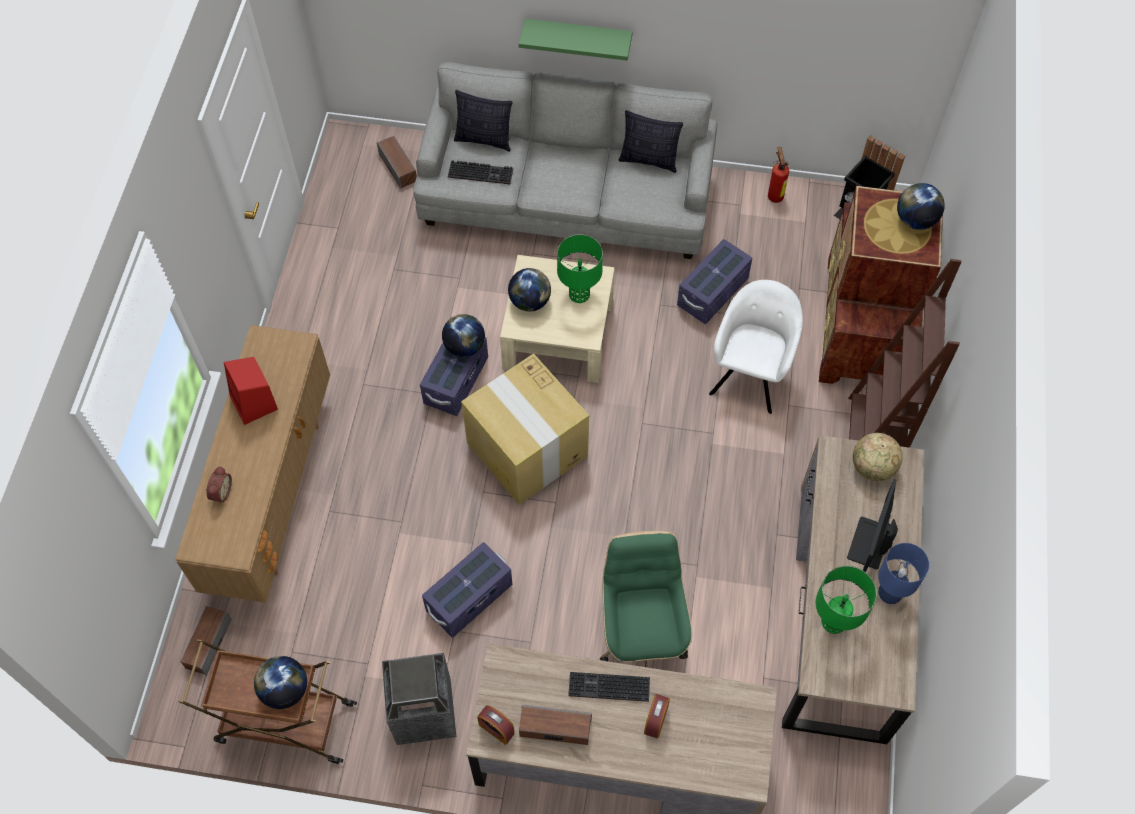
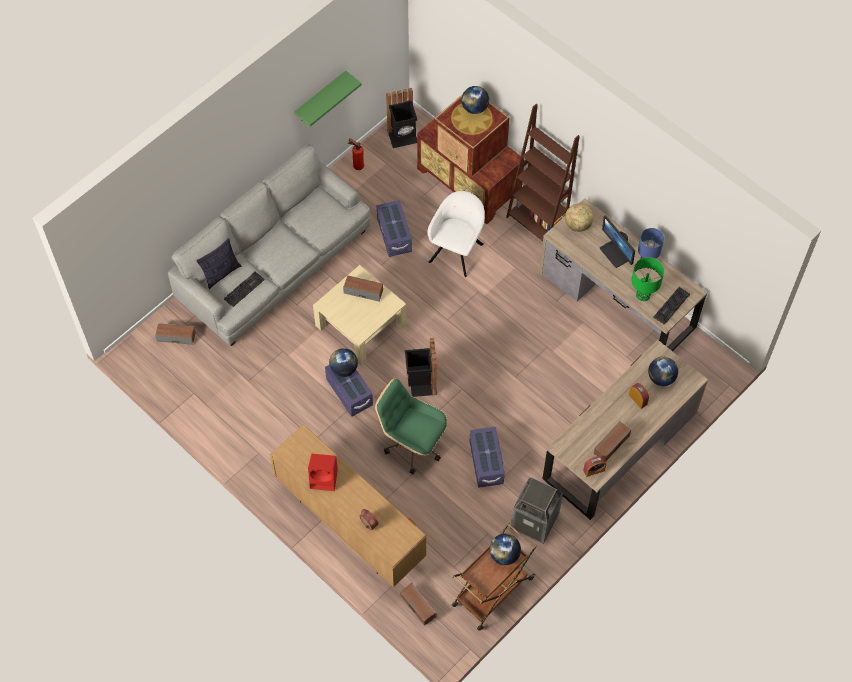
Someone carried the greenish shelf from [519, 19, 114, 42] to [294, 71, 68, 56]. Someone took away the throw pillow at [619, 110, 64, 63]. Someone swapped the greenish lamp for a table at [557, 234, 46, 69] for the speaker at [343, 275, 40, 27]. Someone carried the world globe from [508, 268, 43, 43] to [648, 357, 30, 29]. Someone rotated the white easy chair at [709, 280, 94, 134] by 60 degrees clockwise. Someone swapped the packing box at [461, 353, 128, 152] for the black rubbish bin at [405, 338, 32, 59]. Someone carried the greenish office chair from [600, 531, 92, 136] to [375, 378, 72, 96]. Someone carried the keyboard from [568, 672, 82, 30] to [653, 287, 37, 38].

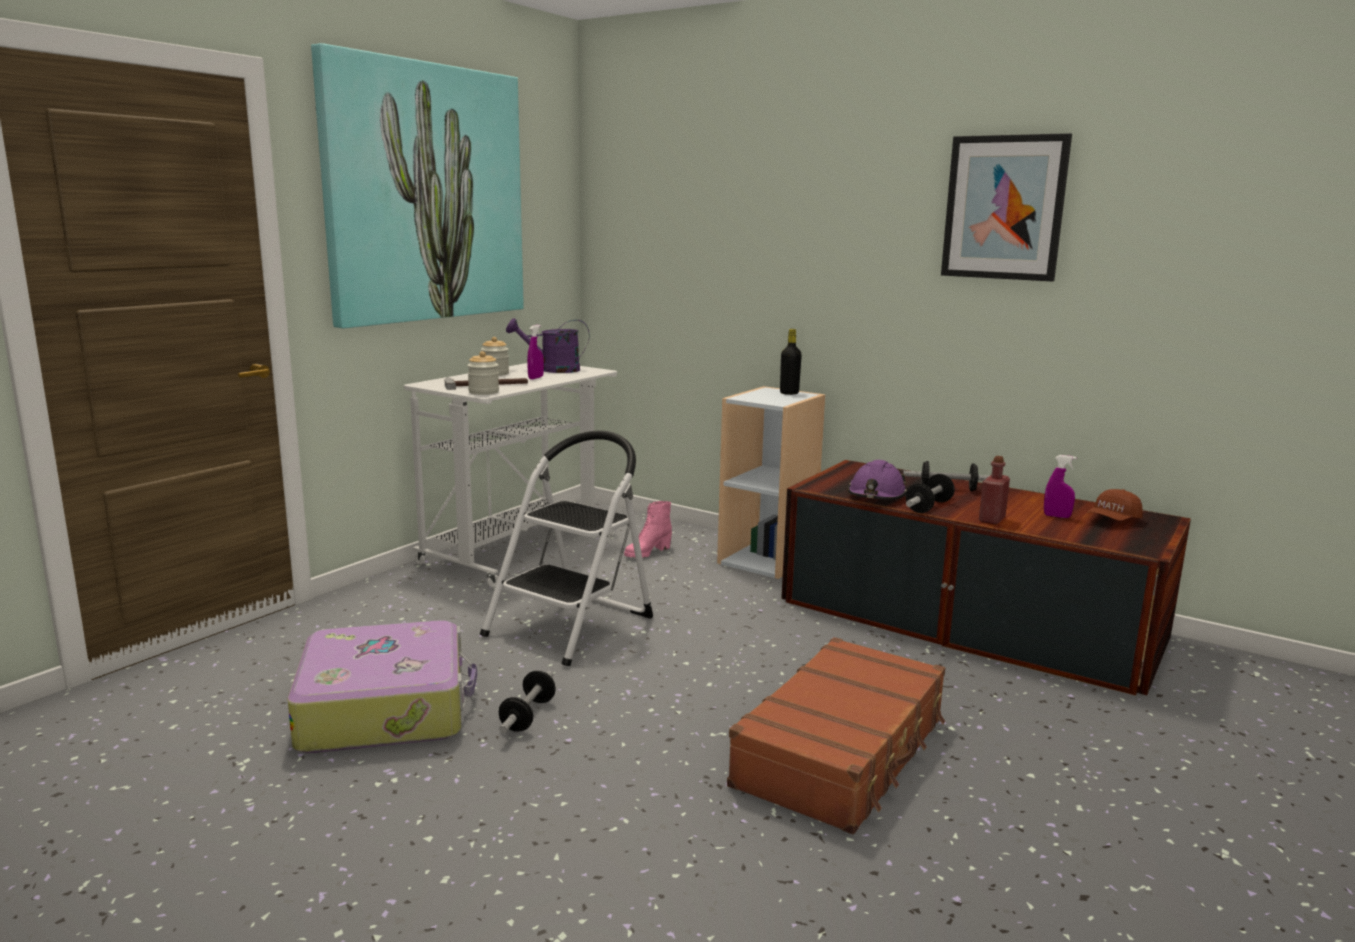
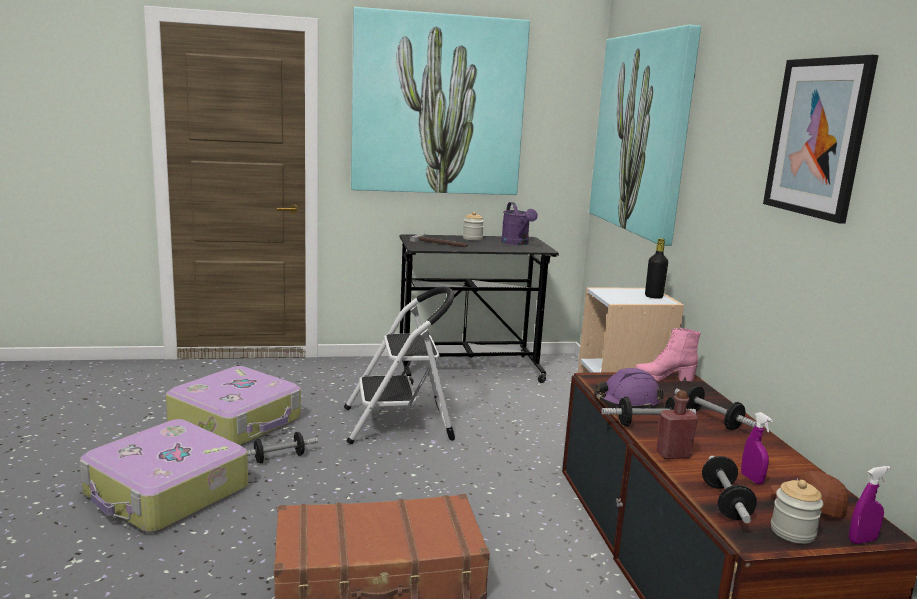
Someone rotated the purplish watering can at [506, 318, 83, 55] by 150 degrees counterclockwise. Someone carried the purplish hand sprayer from [527, 325, 17, 54] to [849, 466, 42, 78]. Someone carried the preserve jar from [467, 351, 32, 44] to [771, 480, 52, 64]. Someone repainted the white desk at [404, 363, 213, 224], which became the black desk at [400, 234, 159, 150]. Someone carried the pink boot from [624, 501, 48, 57] to [635, 328, 66, 54]. Someone put up the wall art at [589, 25, 112, 221]. Someone put down the travel case at [80, 419, 168, 114]. Someone put down the free weight at [702, 456, 55, 67].

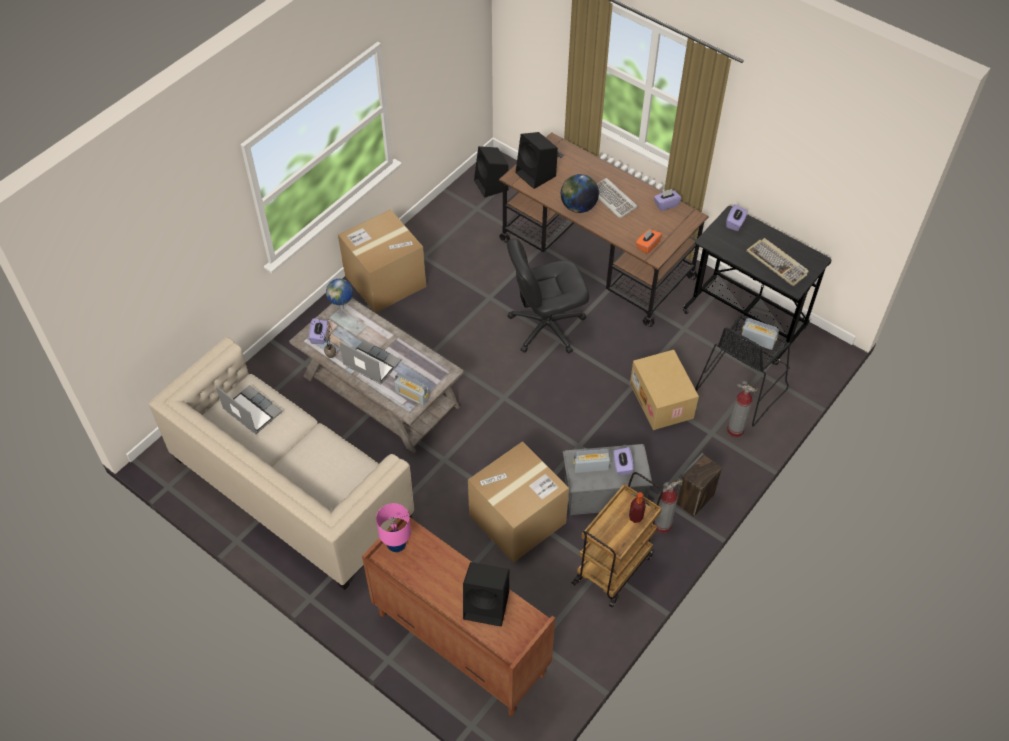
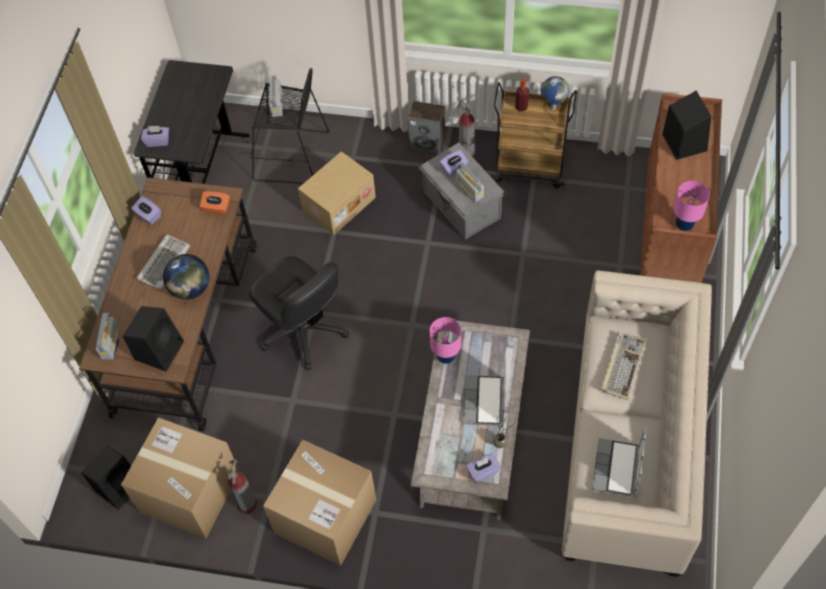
Someone carried the keyboard from [746, 238, 63, 48] to [600, 332, 46, 68]. Someone carried the world globe from [326, 279, 27, 31] to [541, 76, 28, 34]. Someone carried the radio from [394, 373, 35, 33] to [96, 313, 23, 46]. Someone carried the extinguisher from [727, 381, 31, 56] to [227, 459, 30, 55]. Someone carried the packing box from [468, 441, 101, 122] to [121, 417, 118, 122]. Someone put down the pink lamp for a table at [430, 317, 31, 47].

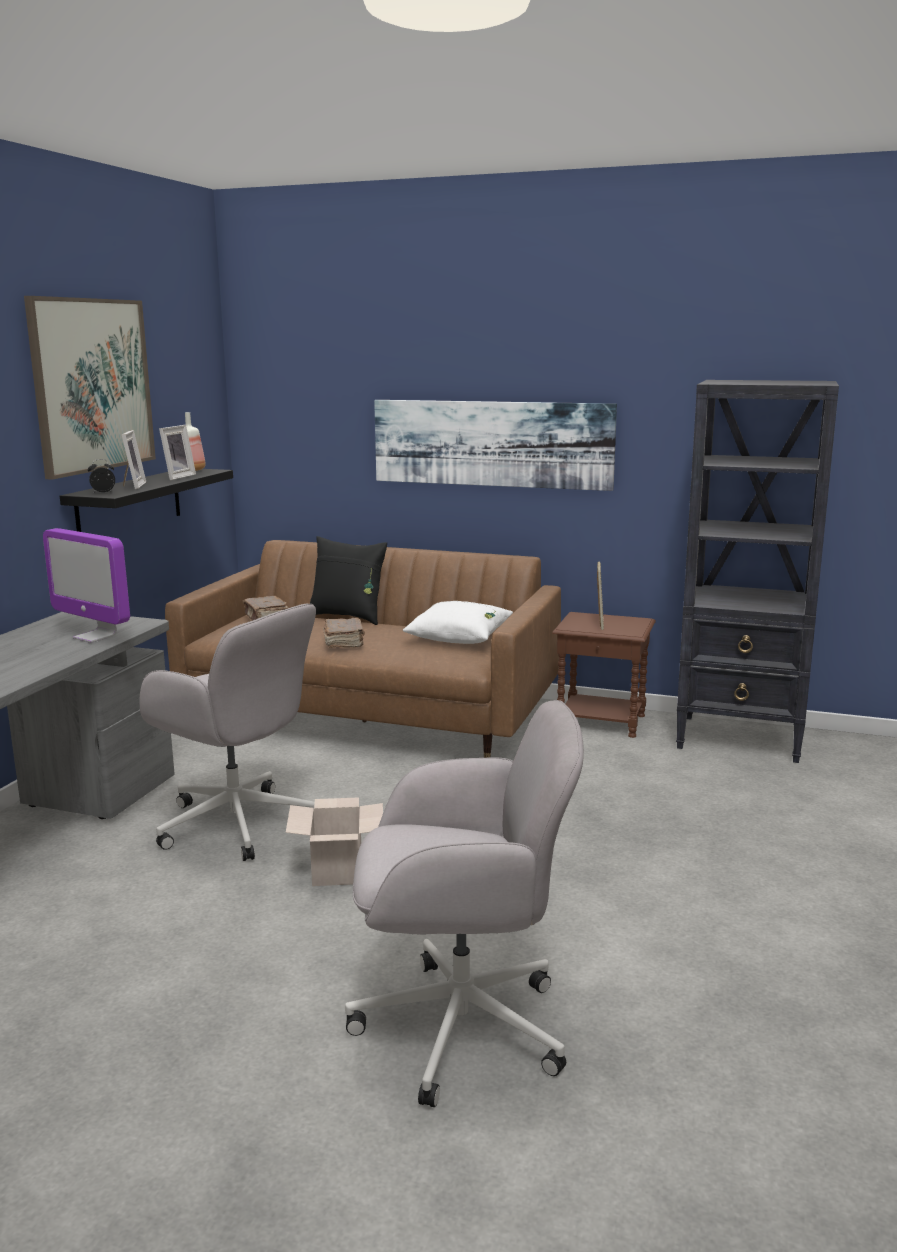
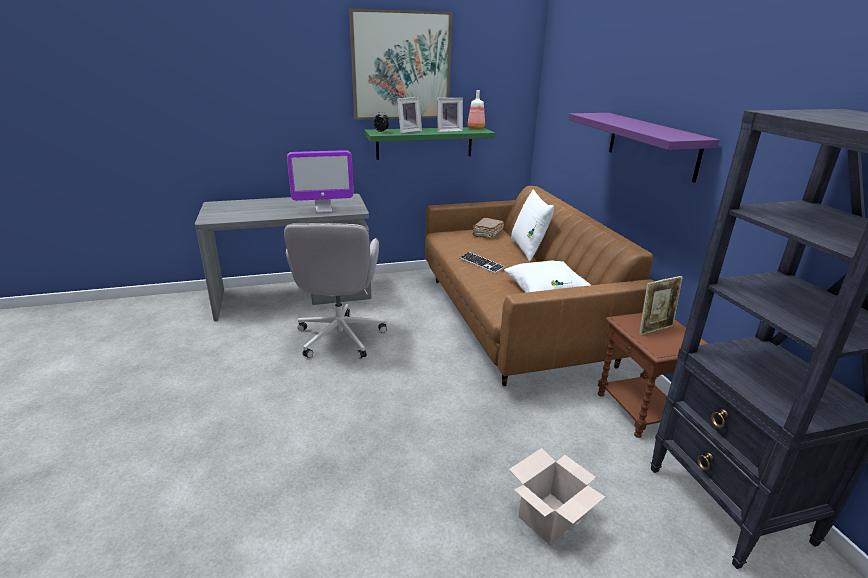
Someone swapped the wall art at [374, 400, 243, 91] for the purplish shelf at [569, 113, 151, 70]. Someone repainted the black shelf at [60, 469, 173, 63], which became the greenish shelf at [364, 127, 131, 33]. Someone rotated the computer display at [43, 528, 87, 115] by 105 degrees counterclockwise. Someone repainted the black throw pillow at [310, 536, 77, 89], which became the white throw pillow at [511, 190, 43, 71]. Someone swapped the brownish bound book at [323, 618, 42, 30] for the keyboard at [459, 252, 46, 21]. Someone took away the grey office chair at [345, 700, 239, 407]. Someone carried the packing box from [286, 797, 97, 89] to [509, 448, 96, 97].

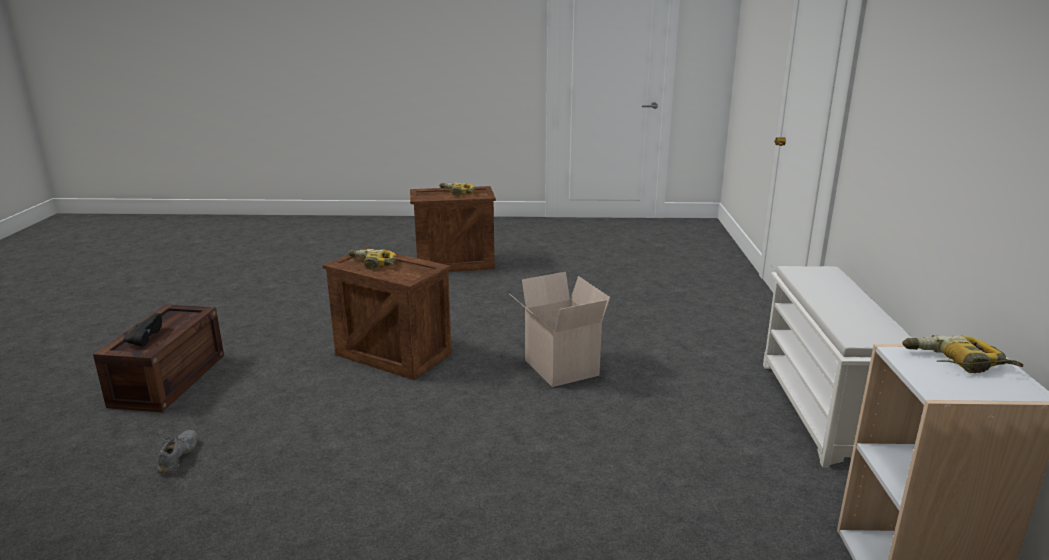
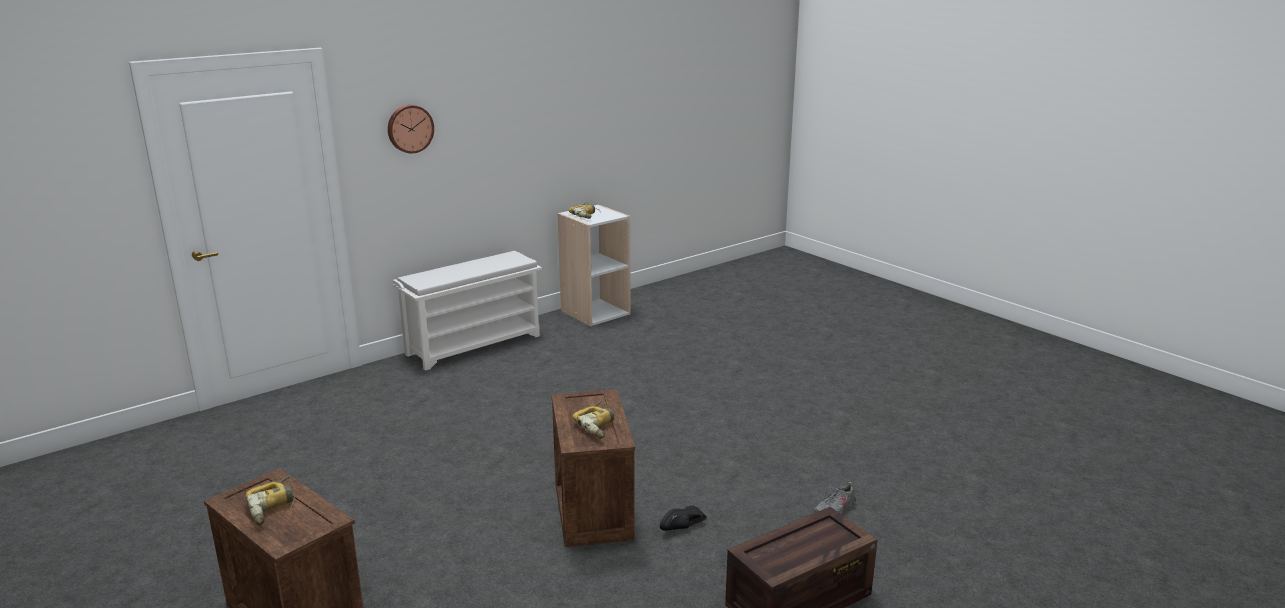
Someone took away the packing box at [510, 272, 100, 115]. Someone carried the black shoe from [123, 313, 39, 34] to [660, 505, 47, 26]. Someone put up the wall clock at [388, 105, 46, 48].

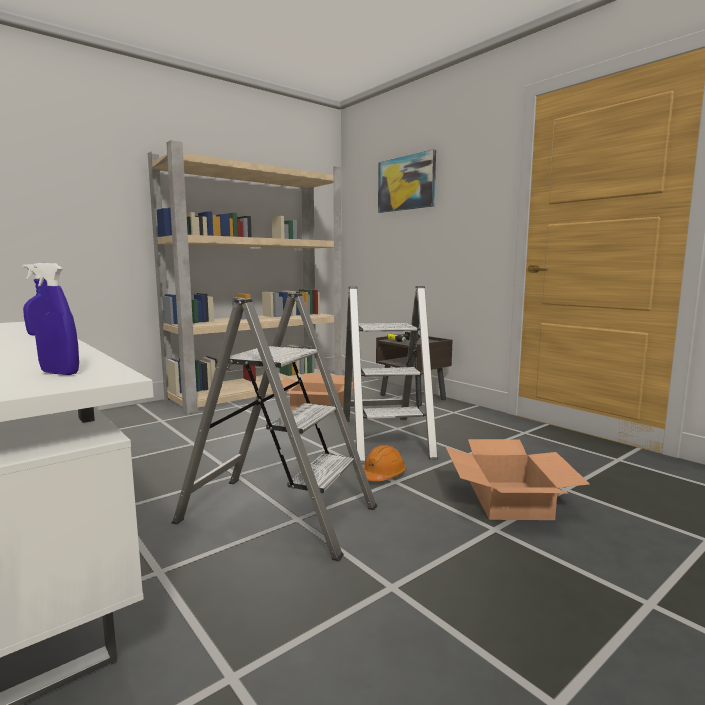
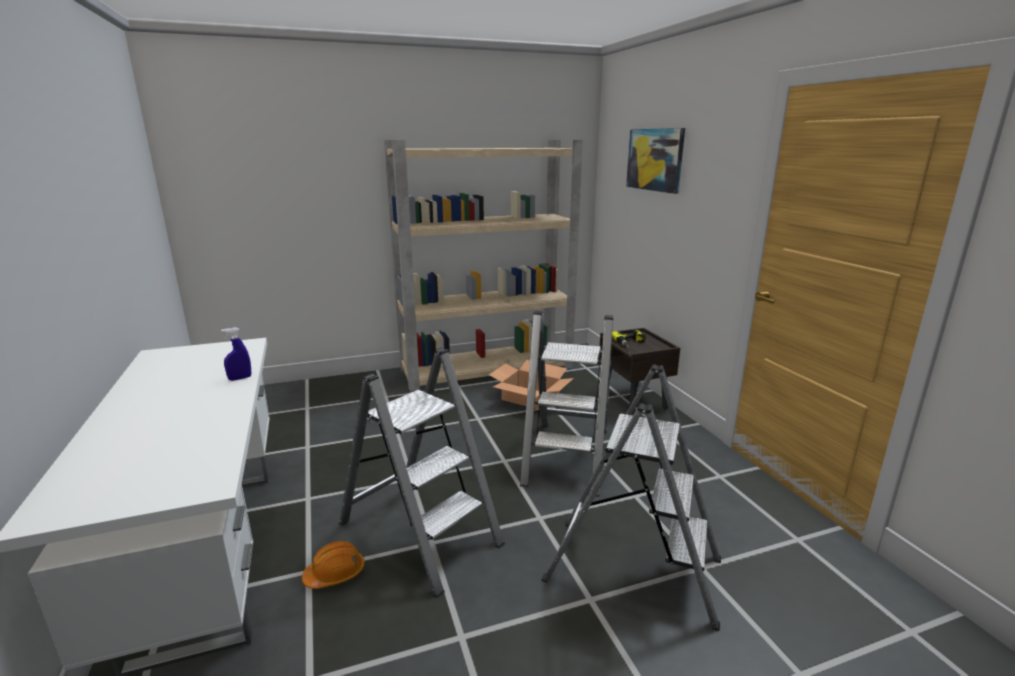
Someone took away the blue hand sprayer at [33, 263, 46, 112]. Someone swapped the packing box at [446, 439, 144, 81] for the grey stepladder at [541, 364, 180, 267]. Someone carried the orange-coloured safety helmet from [363, 445, 43, 36] to [302, 541, 63, 48].

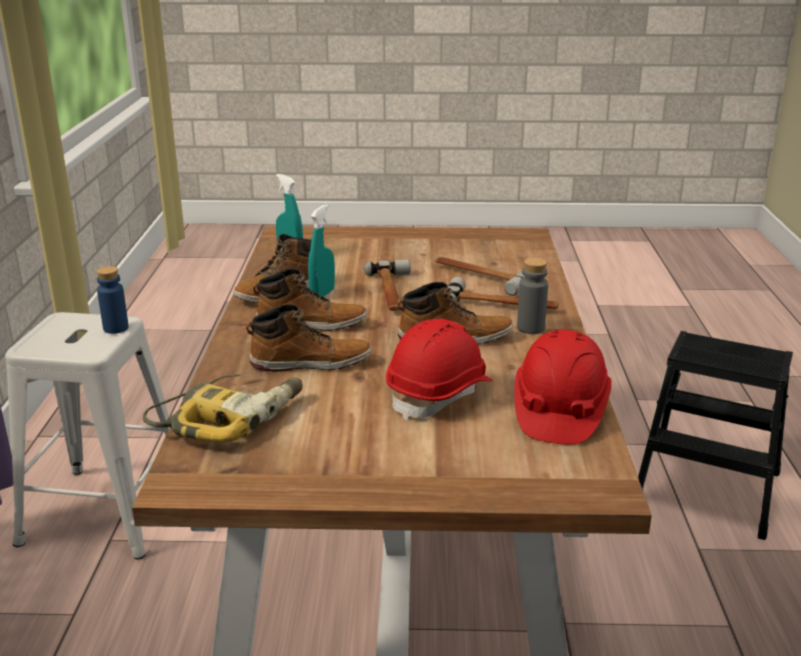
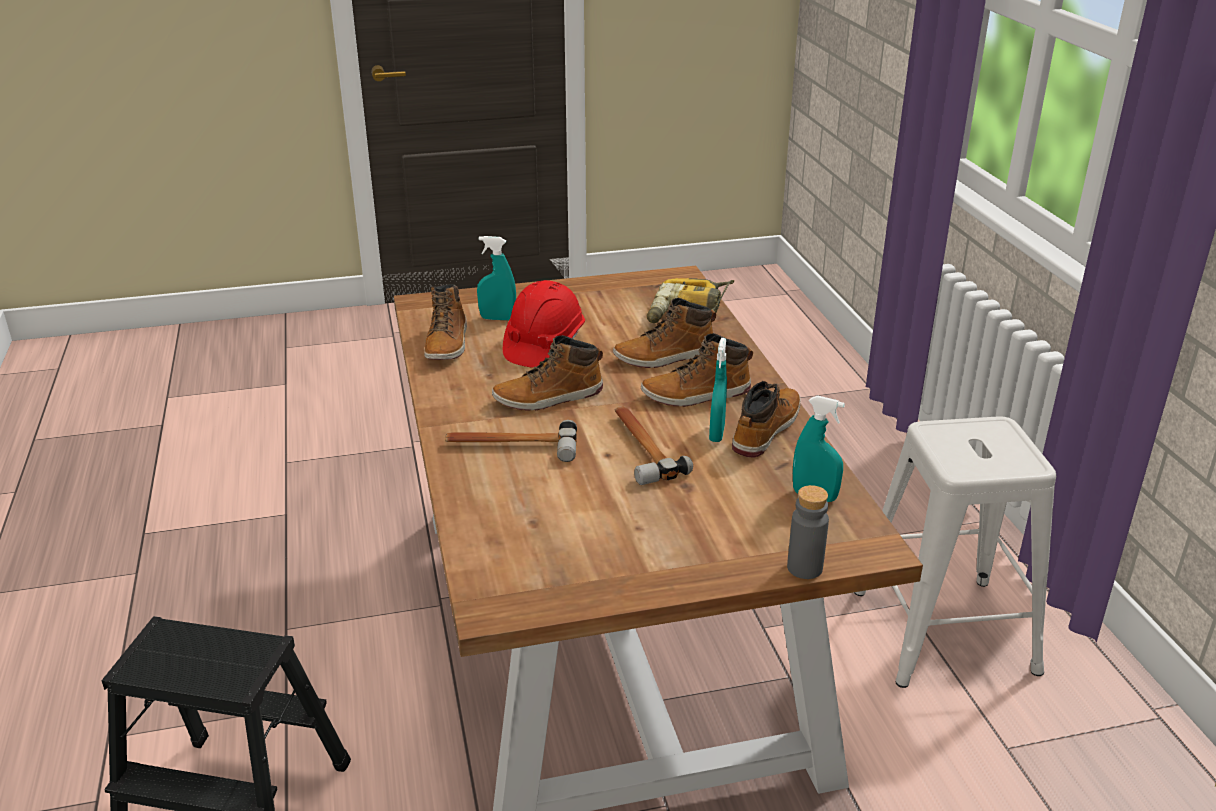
Someone took away the tool hammer at [435, 257, 90, 39]. Someone carried the grey drink bottle from [517, 257, 31, 77] to [787, 485, 42, 94]. Someone took away the blue drink bottle at [97, 266, 32, 68]. Someone swapped the red-coloured safety helmet at [514, 330, 98, 115] for the boot at [424, 284, 43, 76]. Someone put down the turquoise hand sprayer at [477, 236, 39, 84].

